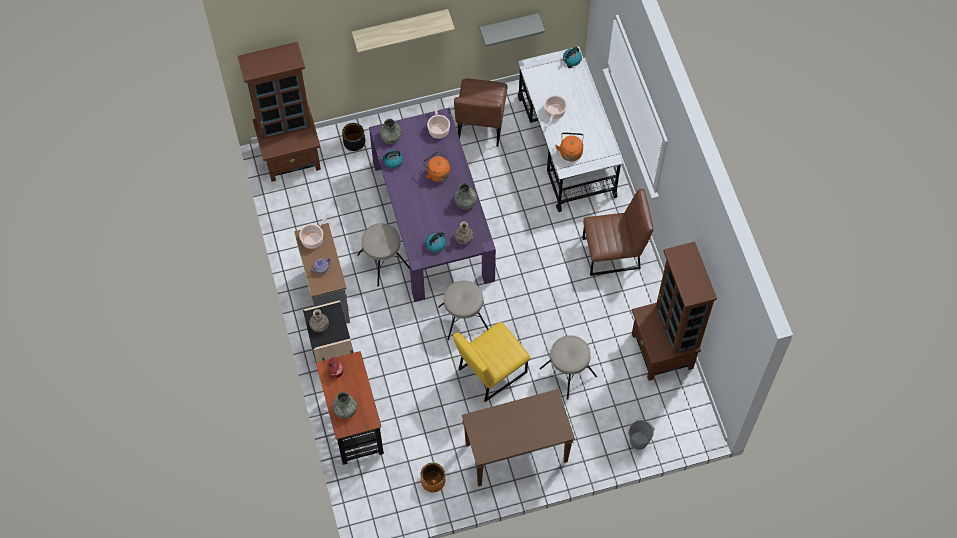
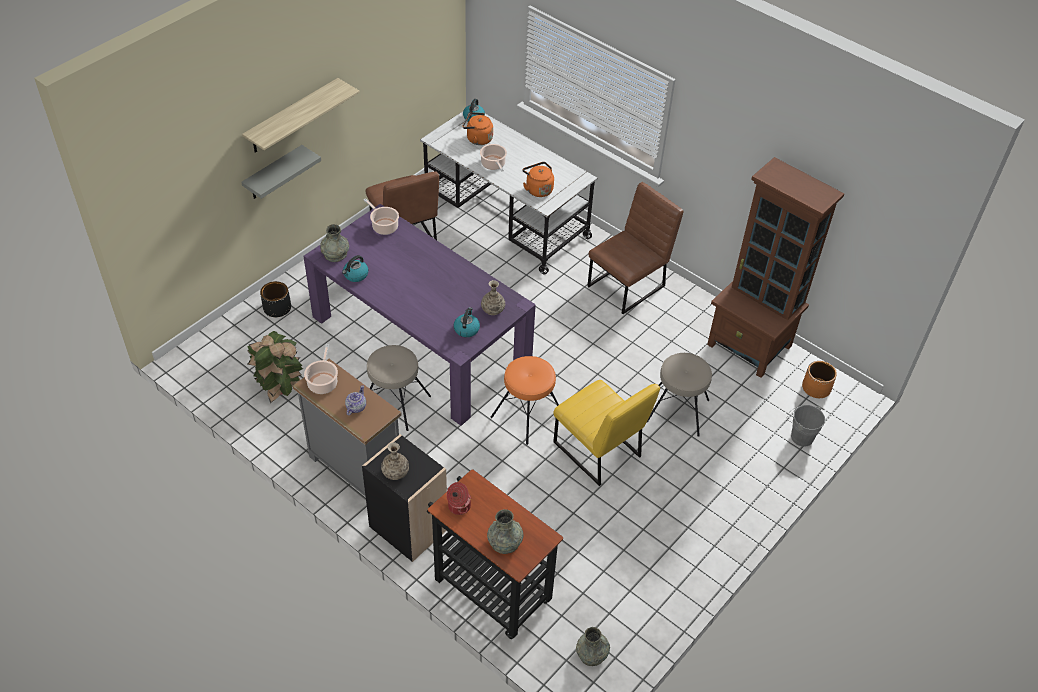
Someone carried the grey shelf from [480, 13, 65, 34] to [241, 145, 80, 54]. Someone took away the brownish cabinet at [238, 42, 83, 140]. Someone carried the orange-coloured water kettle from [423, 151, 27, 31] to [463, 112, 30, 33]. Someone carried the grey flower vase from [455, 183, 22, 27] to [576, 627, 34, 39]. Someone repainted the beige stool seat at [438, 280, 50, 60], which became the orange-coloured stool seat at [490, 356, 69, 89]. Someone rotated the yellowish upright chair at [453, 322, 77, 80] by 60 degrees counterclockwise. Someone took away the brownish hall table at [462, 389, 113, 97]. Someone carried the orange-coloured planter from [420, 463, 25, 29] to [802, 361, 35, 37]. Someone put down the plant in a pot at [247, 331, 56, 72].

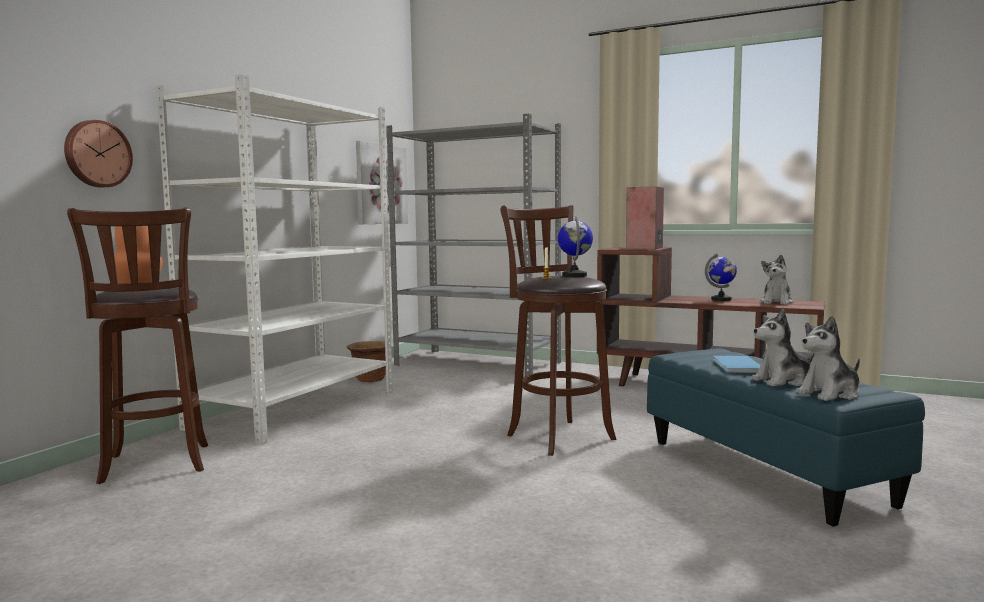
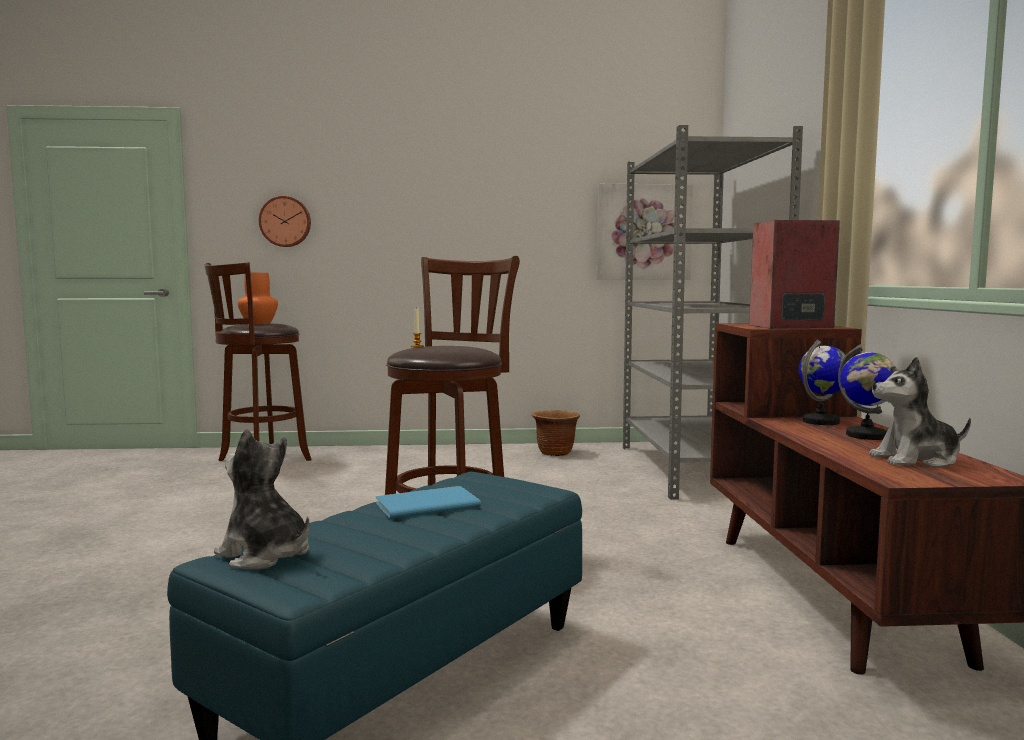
Someone took away the white bookcase at [156, 74, 237, 372]. Someone carried the world globe from [558, 216, 35, 61] to [798, 340, 48, 85]. Someone took away the cuddly toy at [751, 309, 63, 77].

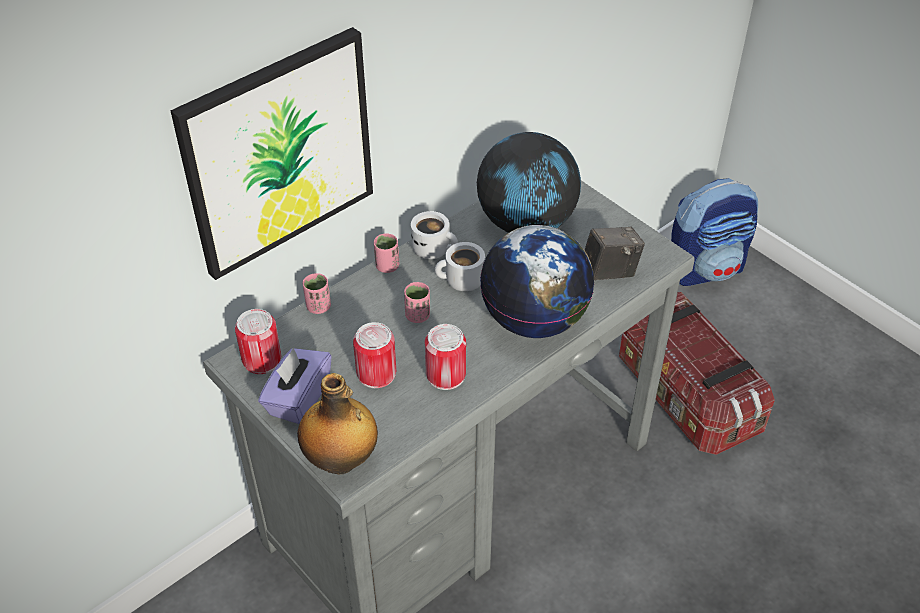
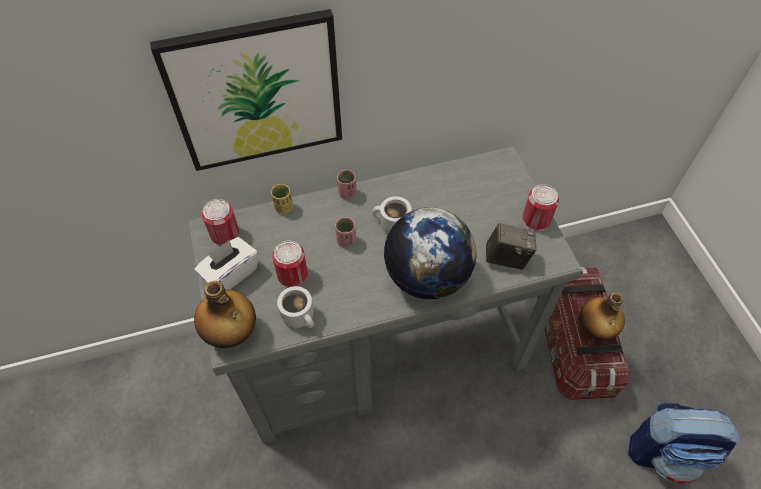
Someone took away the world globe at [477, 132, 104, 101]. Someone carried the rucksack from [671, 178, 87, 108] to [628, 403, 111, 81]. Someone carried the white mug from [411, 211, 47, 48] to [277, 286, 37, 42]. Someone repainted the pink small cup at [303, 273, 28, 41], which became the yellowish small cup at [271, 184, 22, 30]. Someone carried the metal can from [425, 324, 41, 66] to [522, 184, 37, 47]. Someone repainted the purplish tissue box at [258, 347, 74, 77], which became the white tissue box at [194, 237, 64, 53]. Someone put down the drink bottle at [579, 292, 46, 48].

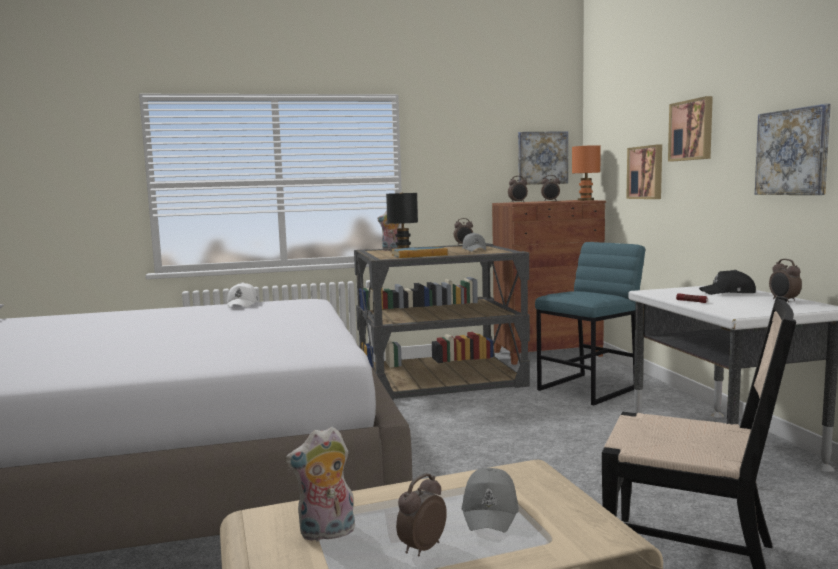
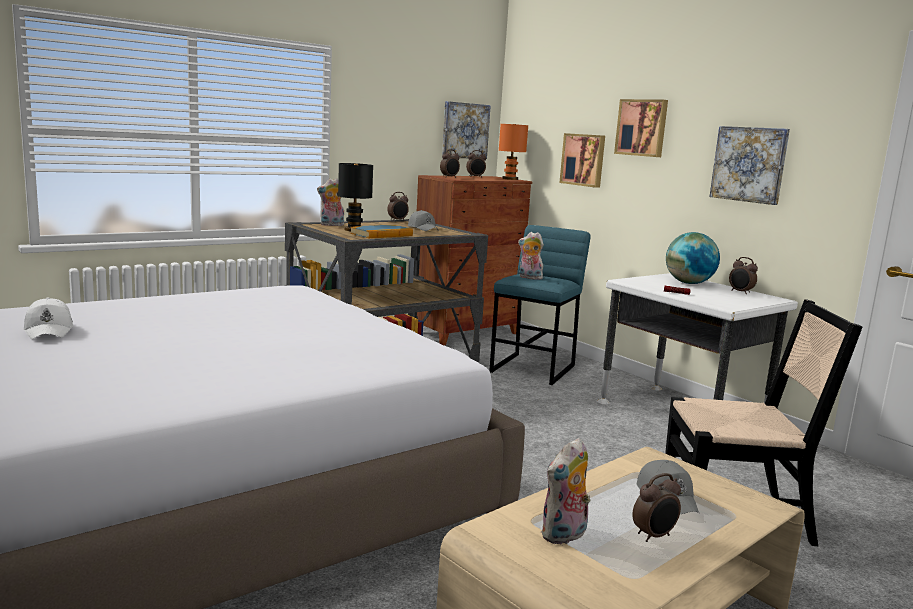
Someone swapped the black peaked cap at [699, 270, 57, 25] for the world globe at [666, 232, 54, 52]. Someone carried the white peaked cap from [227, 282, 31, 26] to [24, 297, 49, 42]. Someone rotated the alarm clock at [396, 473, 51, 83] by 135 degrees counterclockwise. Someone put down the cuddly toy at [518, 232, 26, 48].

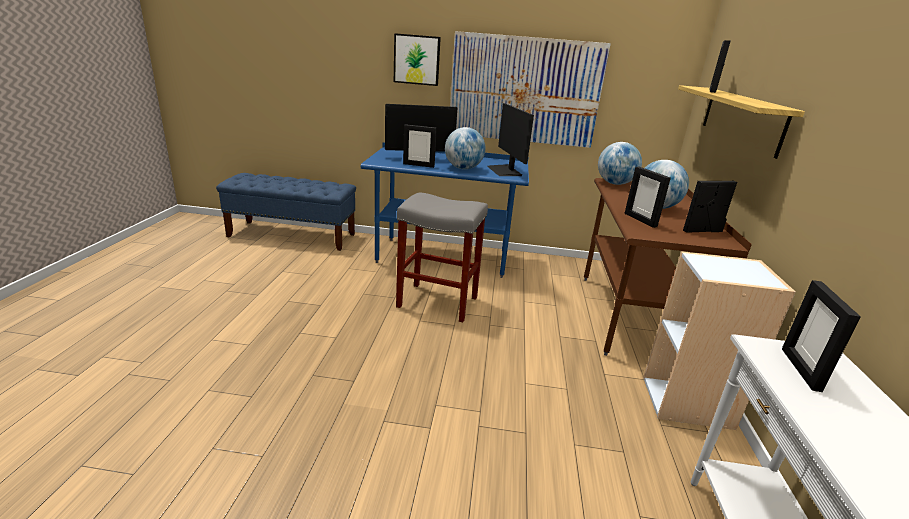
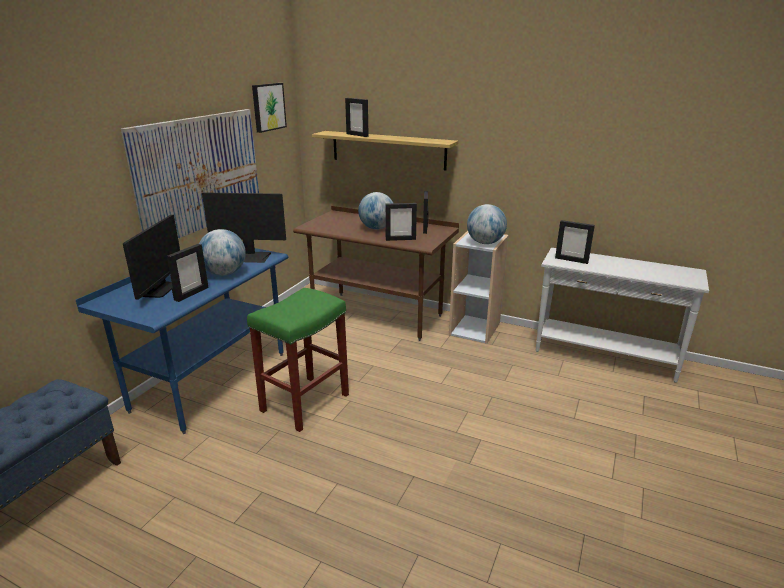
Someone carried the wall art from [394, 33, 47, 53] to [252, 83, 35, 50]. Someone carried the world globe from [598, 142, 44, 43] to [467, 204, 40, 40]. Someone repainted the grey stool seat at [396, 192, 92, 130], which became the greenish stool seat at [247, 288, 102, 144].

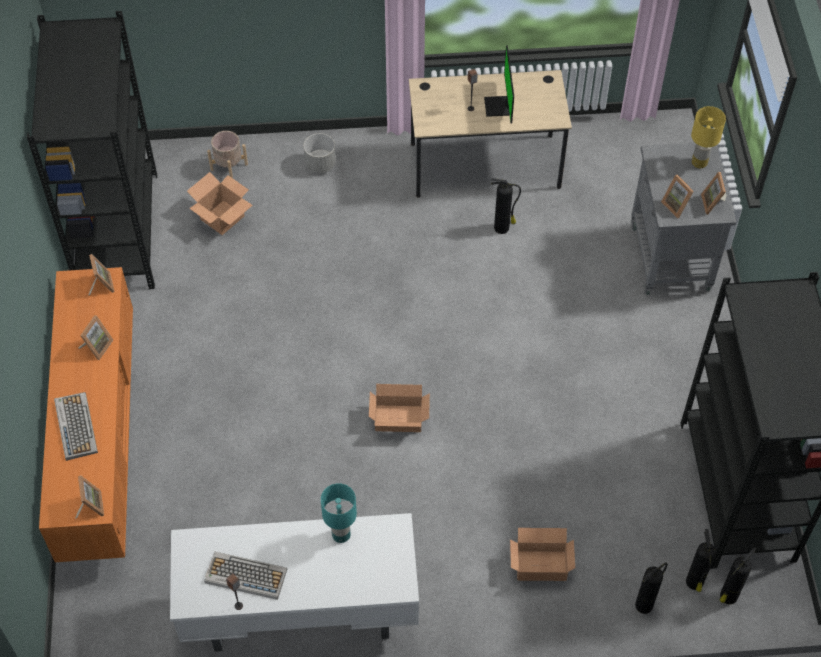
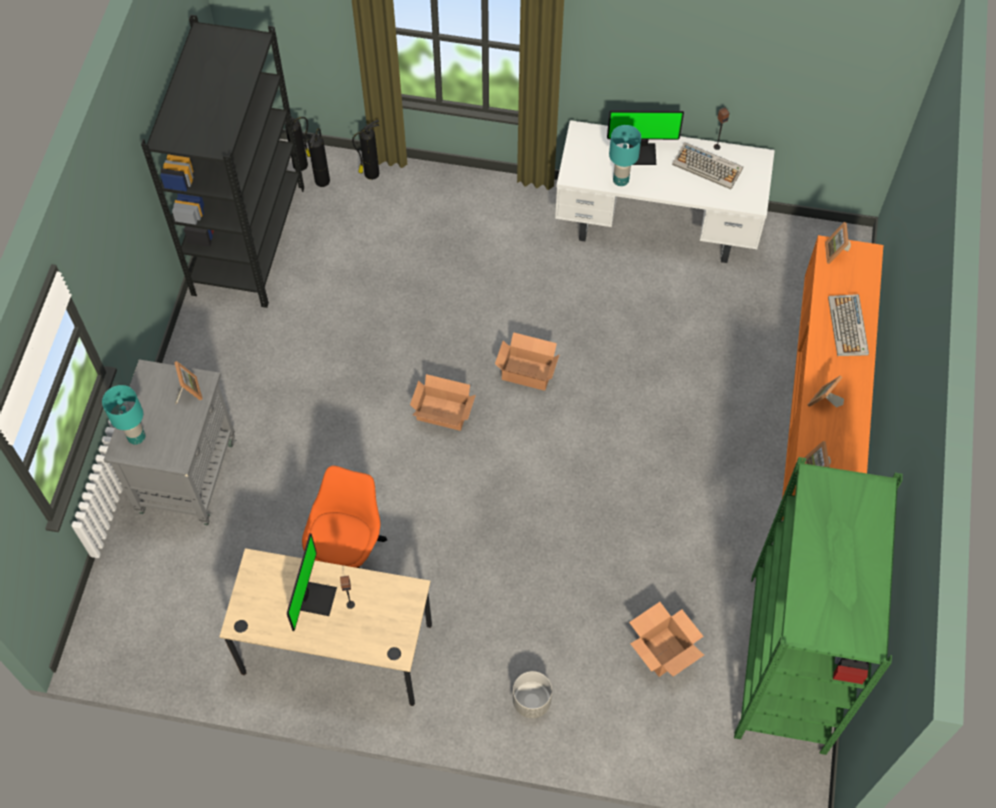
Someone repainted the black bookcase at [27, 11, 130, 278], which became the greenish bookcase at [734, 457, 169, 298]. Someone repainted the yellowish lamp for a table at [691, 106, 35, 62], which became the turquoise lamp for a table at [102, 385, 43, 60]. Someone took away the beige planter at [207, 131, 41, 47]. Someone took away the picture frame at [701, 172, 26, 42]. Someone swapped the extinguisher at [491, 178, 30, 56] for the orange-coloured upright chair at [302, 466, 85, 102]. Someone carried the packing box from [510, 528, 65, 53] to [410, 374, 66, 57]. Someone put down the computer display at [607, 110, 77, 55].

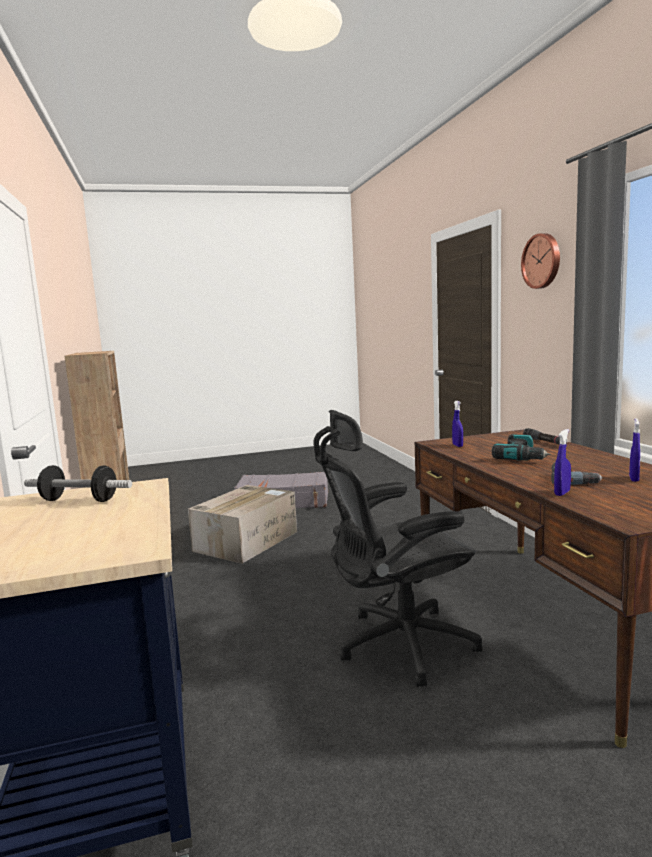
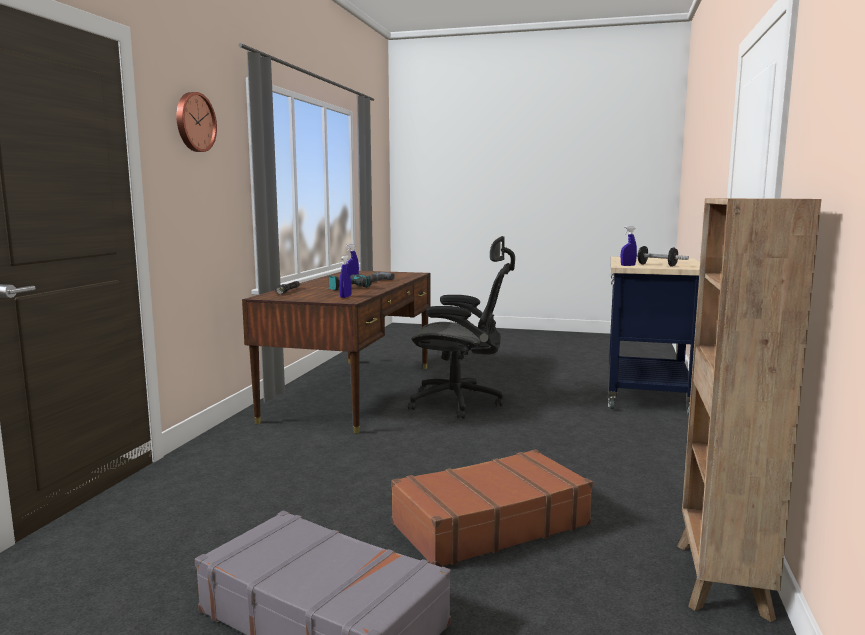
Someone carried the blue hand sprayer from [554, 429, 17, 67] to [621, 226, 16, 40]. Someone swapped the packing box at [188, 485, 109, 79] for the brownish travel case at [391, 449, 202, 118].

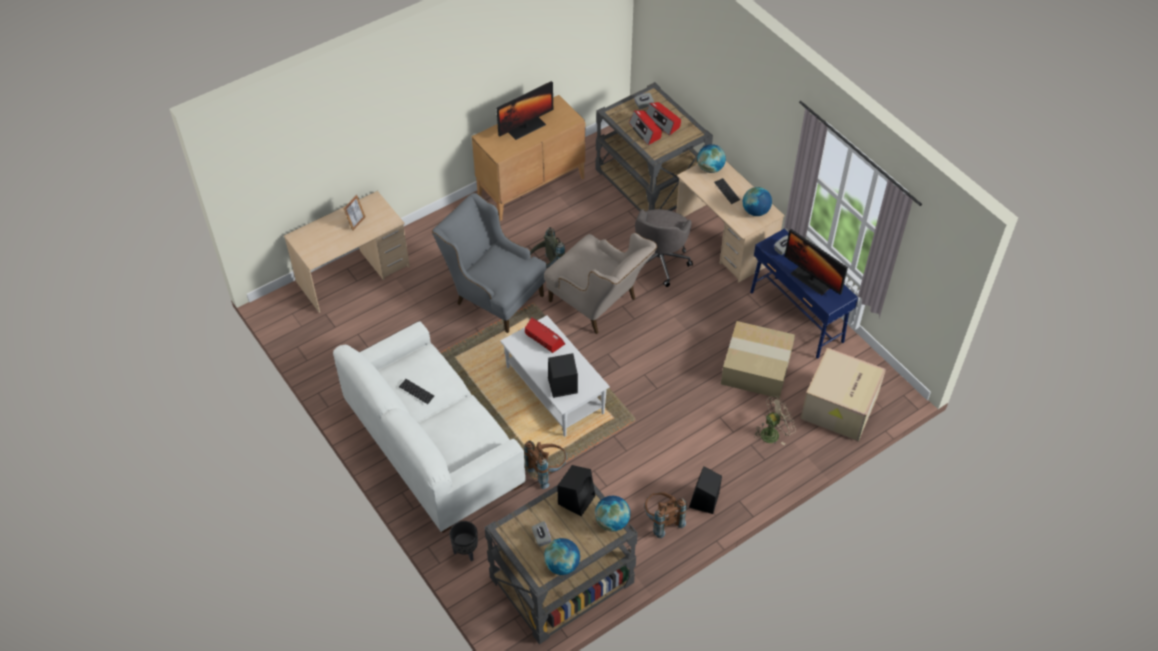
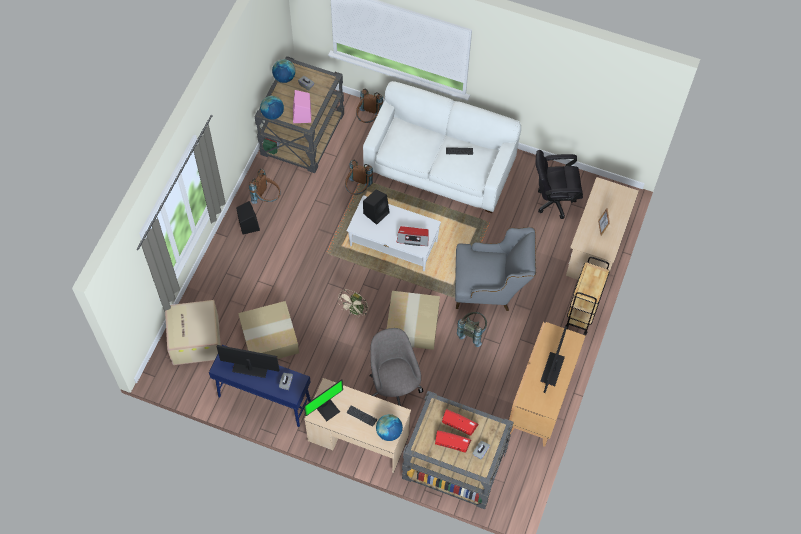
Someone swapped the world globe at [743, 187, 29, 29] for the computer display at [304, 379, 39, 42]. Someone swapped the beige easy chair at [544, 233, 113, 101] for the packing box at [387, 291, 53, 59]. Someone carried the beige electric fan from [754, 395, 41, 50] to [337, 289, 31, 29]. Someone repainted the black speaker at [557, 465, 38, 51], which became the pink speaker at [293, 90, 18, 33]. Someone swapped the black planter at [449, 521, 29, 40] for the brownish rucksack at [356, 88, 27, 35]. Someone put down the black office chair at [536, 150, 47, 69]. Someone put down the brownish trolley at [566, 257, 44, 79].

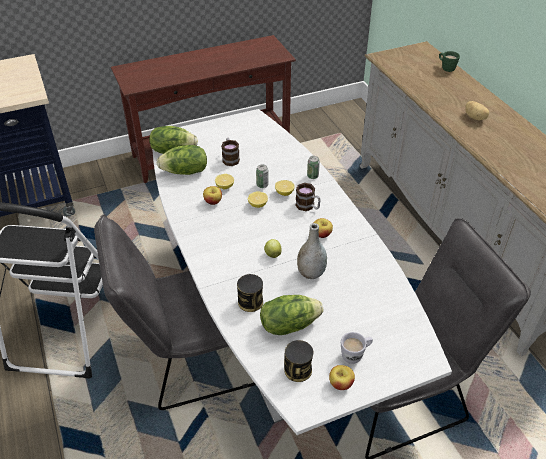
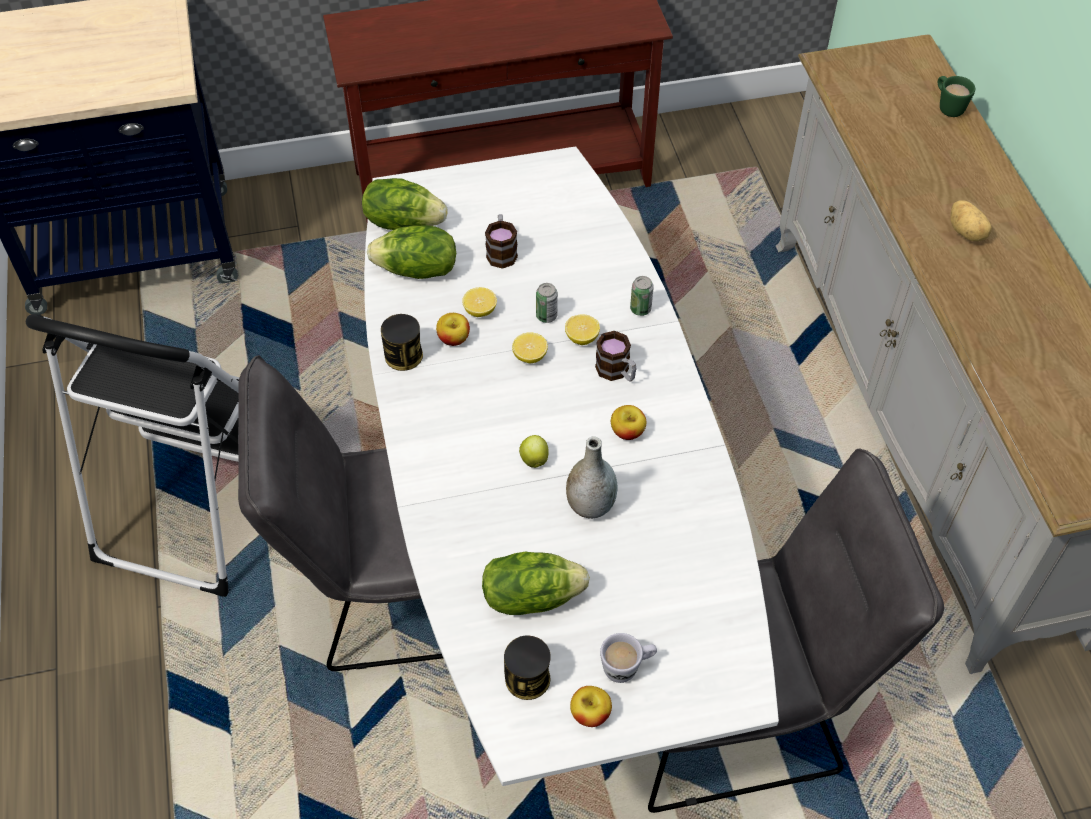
Someone carried the metal can from [237, 274, 26, 38] to [381, 314, 42, 57].

